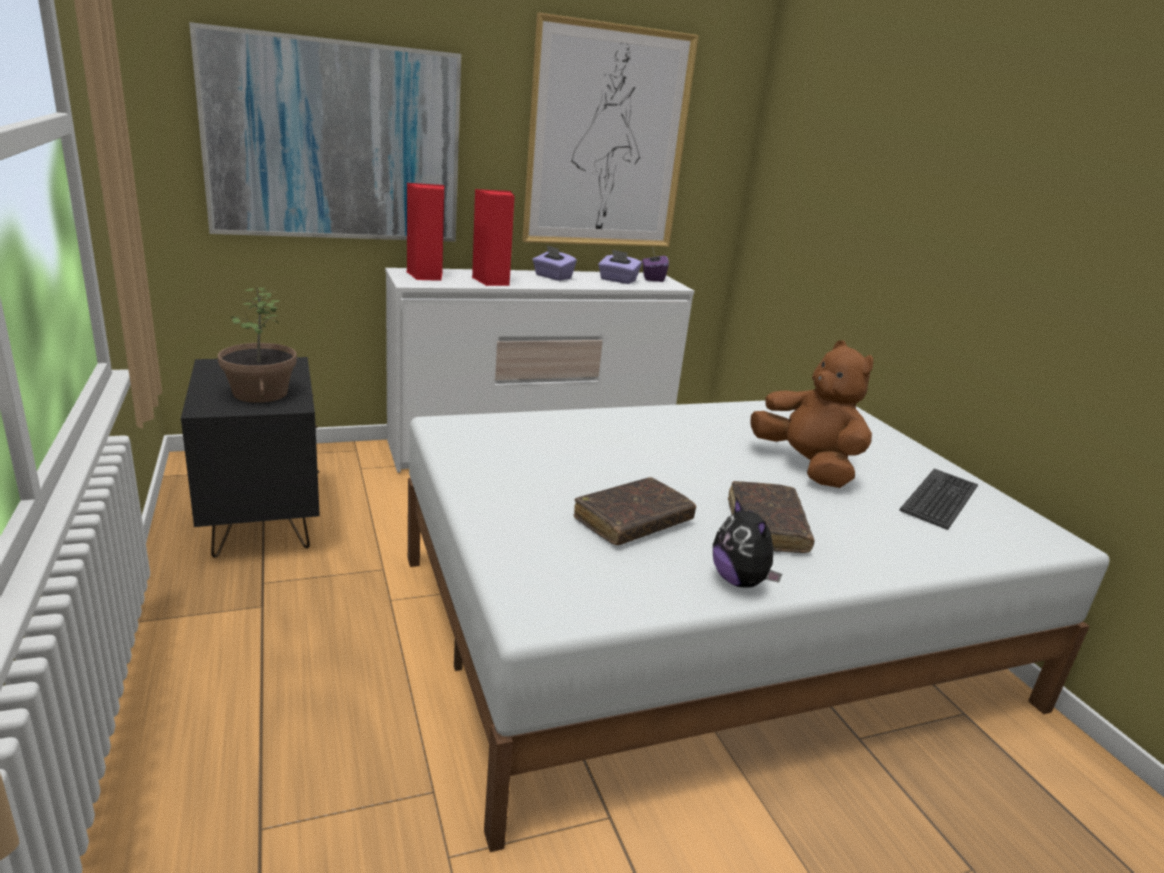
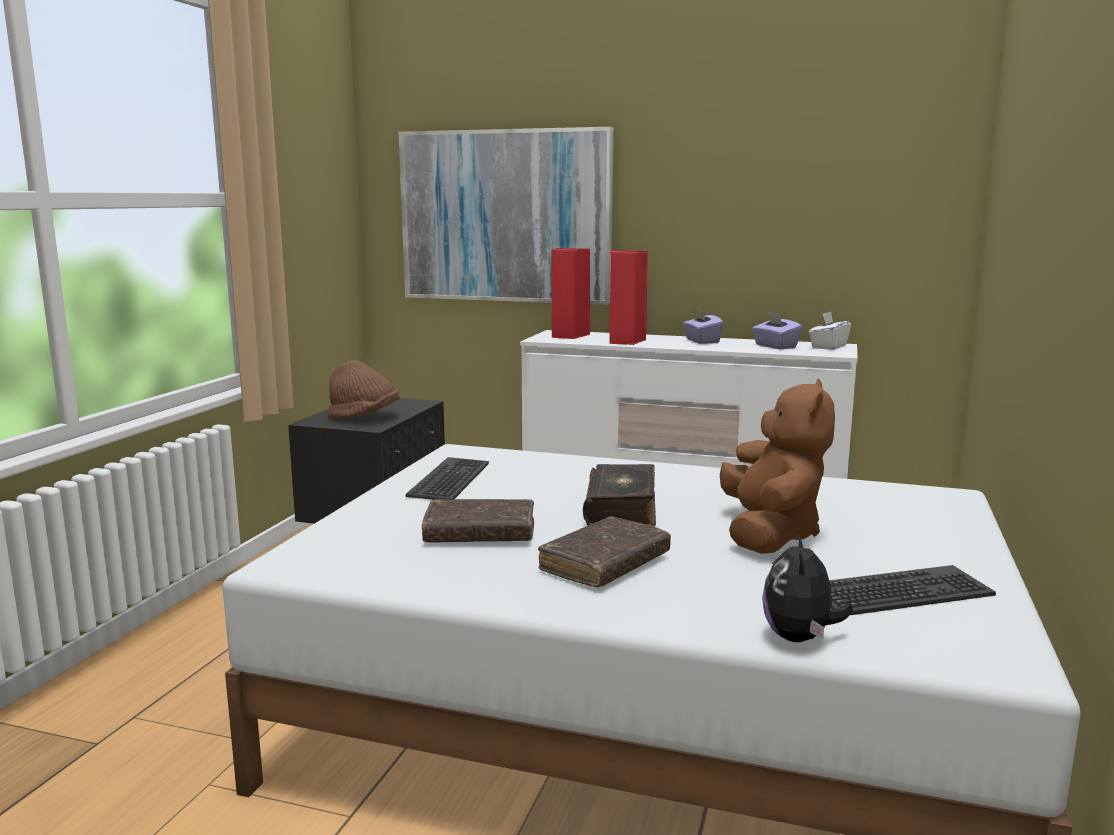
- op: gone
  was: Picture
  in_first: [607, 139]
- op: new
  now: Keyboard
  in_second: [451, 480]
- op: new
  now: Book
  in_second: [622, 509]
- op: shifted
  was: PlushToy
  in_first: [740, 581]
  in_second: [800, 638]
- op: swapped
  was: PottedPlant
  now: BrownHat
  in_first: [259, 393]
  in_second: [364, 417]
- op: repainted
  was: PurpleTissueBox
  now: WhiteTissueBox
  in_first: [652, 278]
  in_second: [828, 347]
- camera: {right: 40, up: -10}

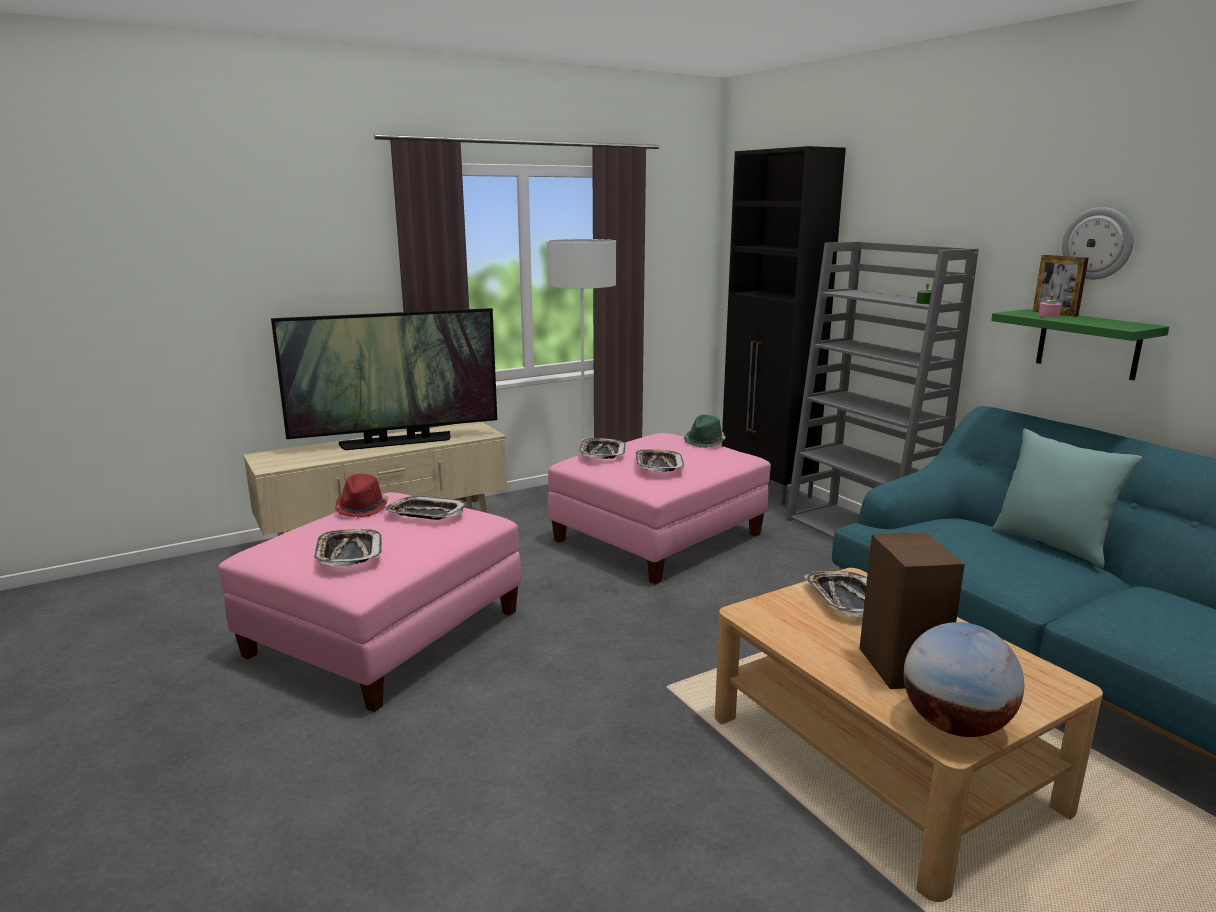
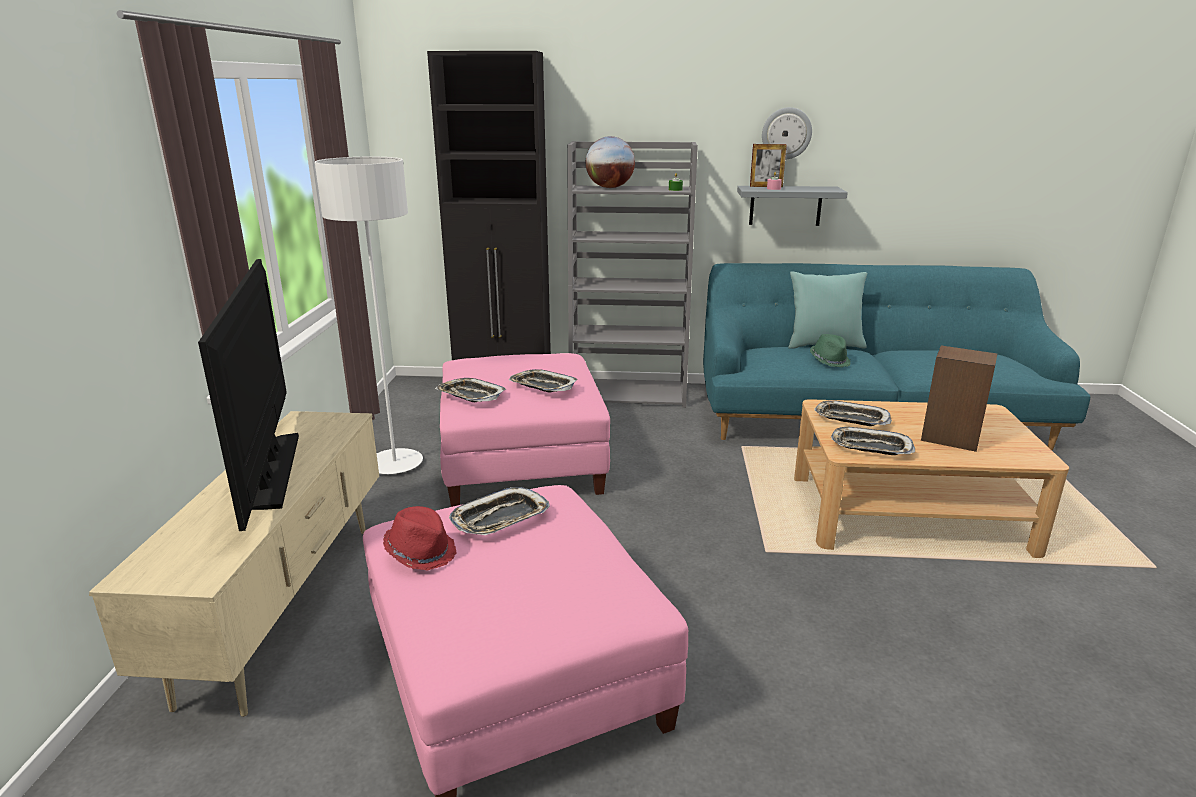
- op: shifted
  was: Tray
  in_first: [348, 553]
  in_second: [870, 447]
- op: shifted
  was: GreenHat
  in_first: [705, 441]
  in_second: [829, 360]
- op: shifted
  was: Globe
  in_first: [955, 725]
  in_second: [610, 187]
- op: repainted
  was: GreenShelf
  now: GreyShelf
  in_first: [1088, 344]
  in_second: [785, 205]
- op: rotated
  was: Television
  in_first: [396, 442]
  in_second: [274, 471]
  clockwise: 150
- camera: {right: -55, up: 5}

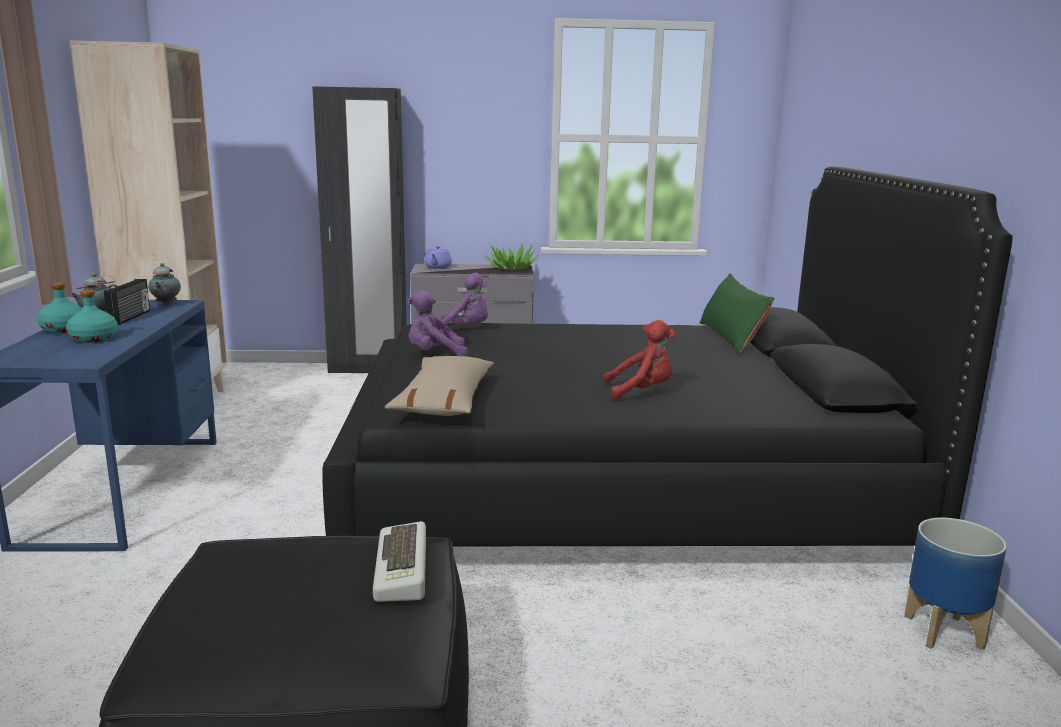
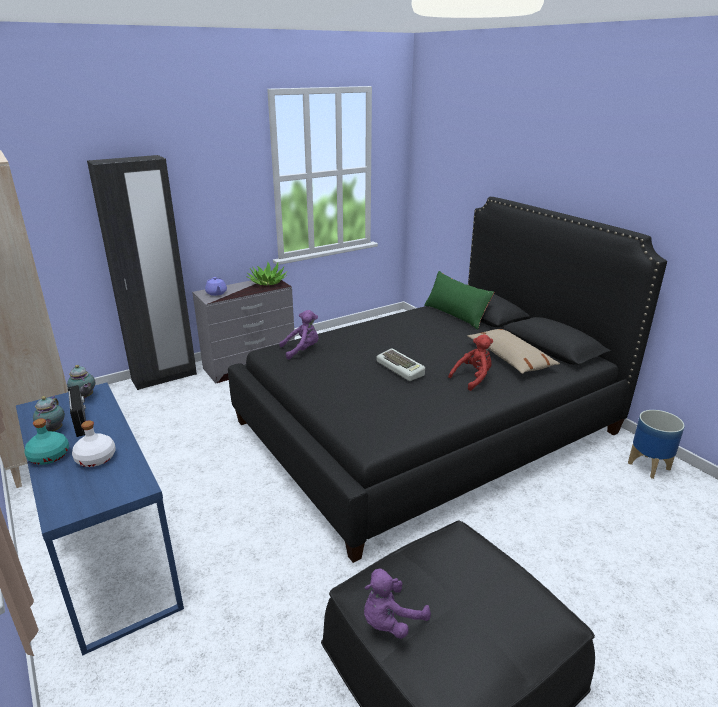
- op: shifted
  was: Keyboard
  in_first: [404, 570]
  in_second: [401, 368]
- op: shifted
  was: BeigePillow
  in_first: [444, 401]
  in_second: [510, 358]
- op: shifted
  was: PurplePlushToy
  in_first: [434, 355]
  in_second: [390, 621]
- op: repainted
  was: TurquoiseBottle
  now: WhiteBottle
  in_first: [93, 338]
  in_second: [95, 459]
- camera: {right: -30, up: 10}

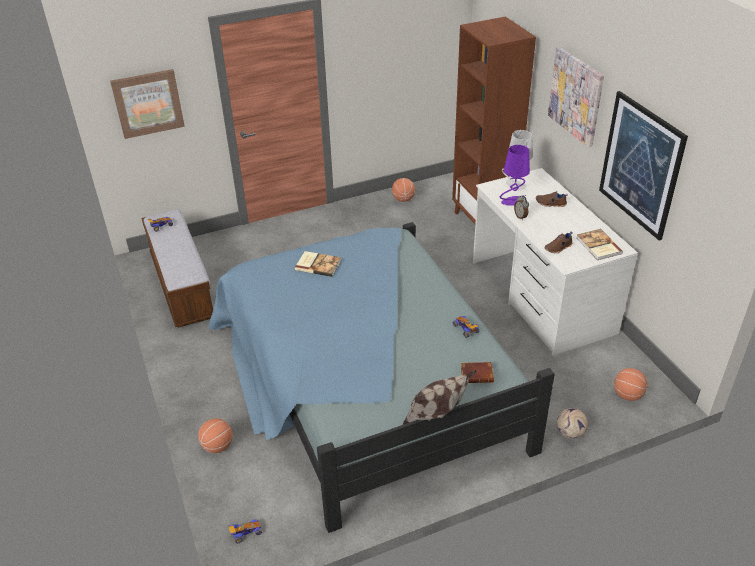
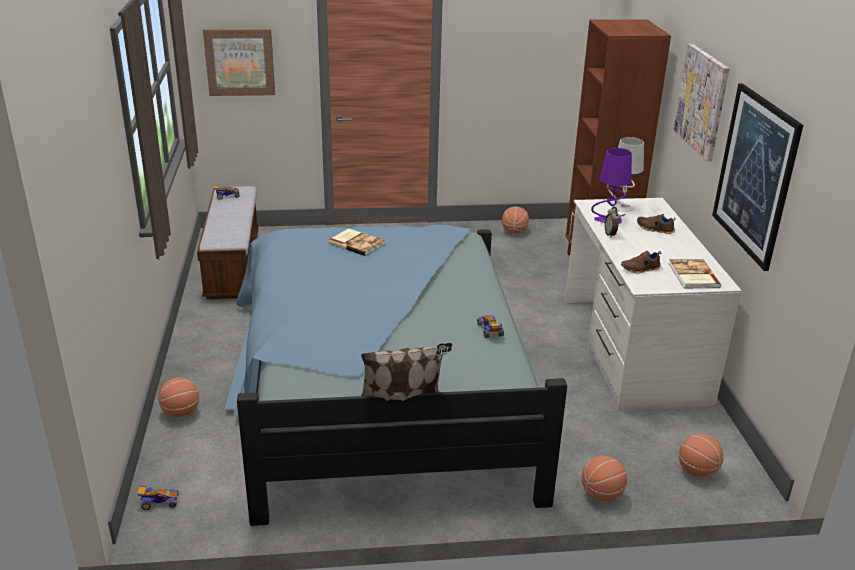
- op: gone
  was: BrownBook
  in_first: [477, 374]
- op: swapped
  was: Football
  now: Basketball
  in_first: [570, 433]
  in_second: [601, 494]
- camera: {right: 15, up: -10}

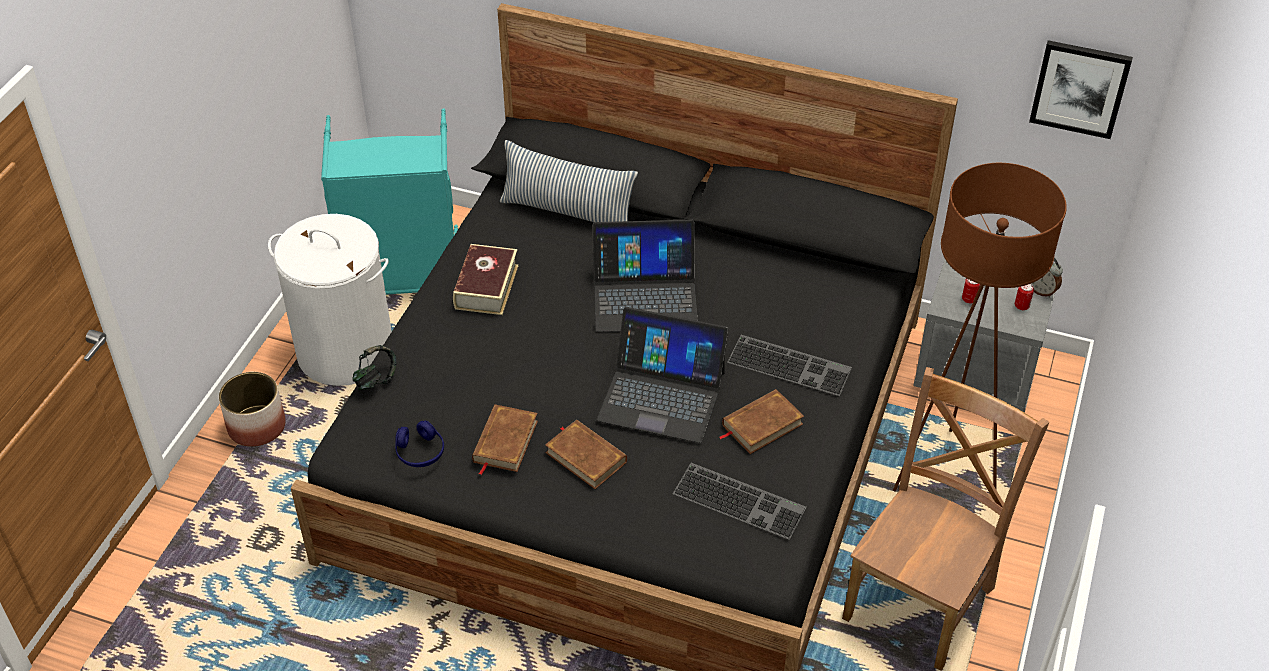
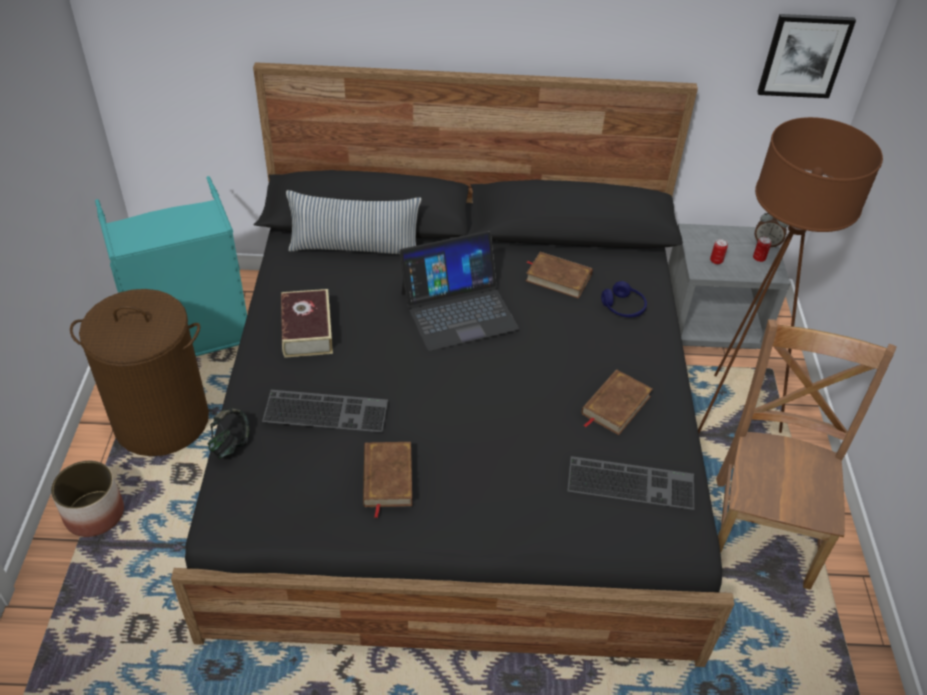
- op: gone
  was: Laptop
  in_first: [662, 395]
- op: shifted
  was: BlueHeadphones
  in_first: [420, 452]
  in_second: [623, 307]
- op: shifted
  was: BrownBook
  in_first: [586, 457]
  in_second: [558, 278]
- op: shifted
  was: Keyboard
  in_first: [791, 364]
  in_second: [327, 409]
- op: repainted
  was: WhiteLaundryBasket
  now: BrownLaundryBasket
  in_first: [346, 351]
  in_second: [162, 420]
- camera: {right: -20, up: 0}

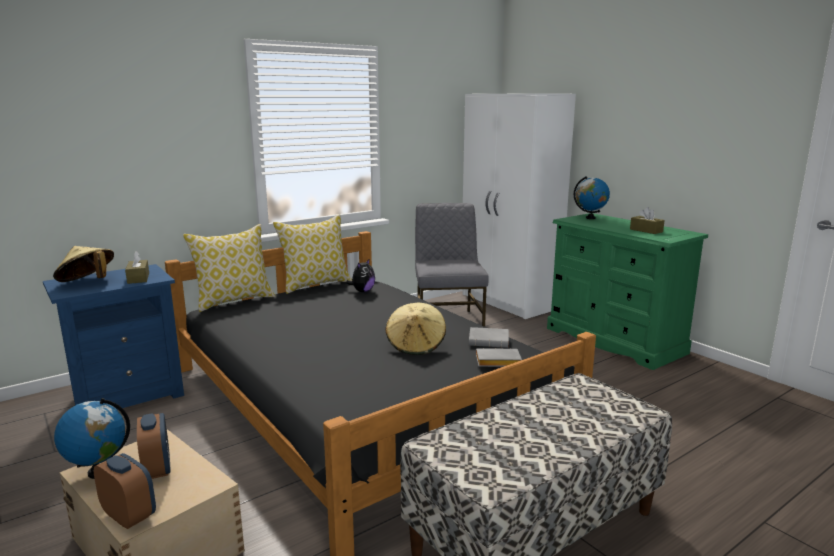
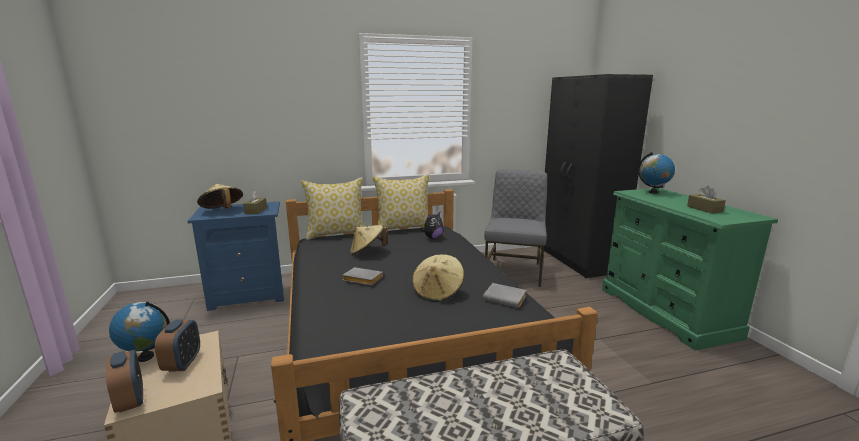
- op: new
  now: BeigeHat
  in_second: [367, 252]
- op: shifted
  was: GreyBook
  in_first: [496, 362]
  in_second: [361, 280]
- op: repainted
  was: WhiteWardrobe
  now: BlackWardrobe
  in_first: [509, 302]
  in_second: [578, 260]
- camera: {right: 20, up: 0}

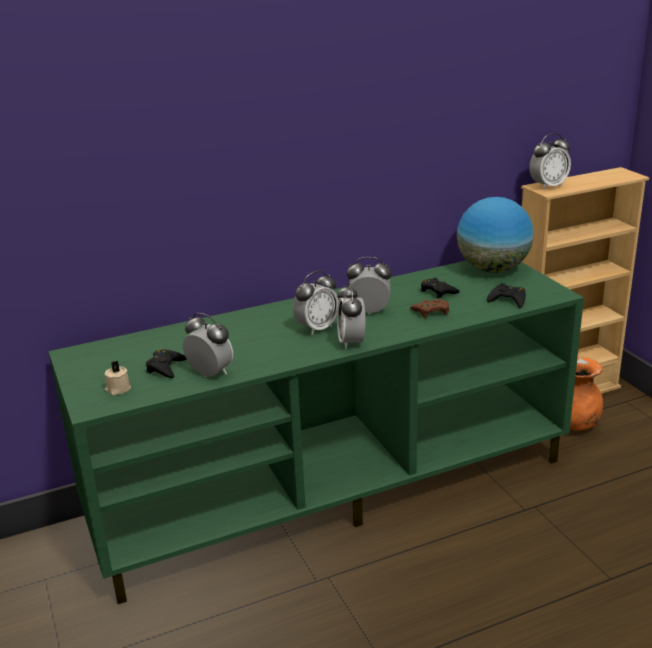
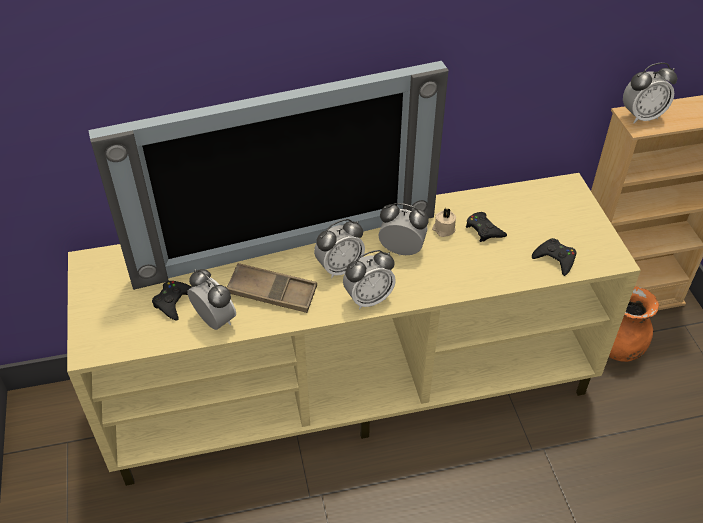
- op: gone
  was: BrownGameController
  in_first: [431, 312]
- op: gone
  was: Globe
  in_first: [492, 269]
- op: new
  now: Television
  in_second: [284, 238]
- op: new
  now: BrownTray
  in_second: [272, 292]
- op: shifted
  was: BeigeCandle
  in_first: [117, 389]
  in_second: [443, 229]
- op: repainted
  was: GreenTvStand
  now: BeigeTvStand
  in_first: [333, 489]
  in_second: [352, 387]
- op: rotated
  was: AlarmClock
  in_first: [351, 342]
  in_second: [368, 299]
  clockwise: -120
- camera: {right: 10, up: 20}

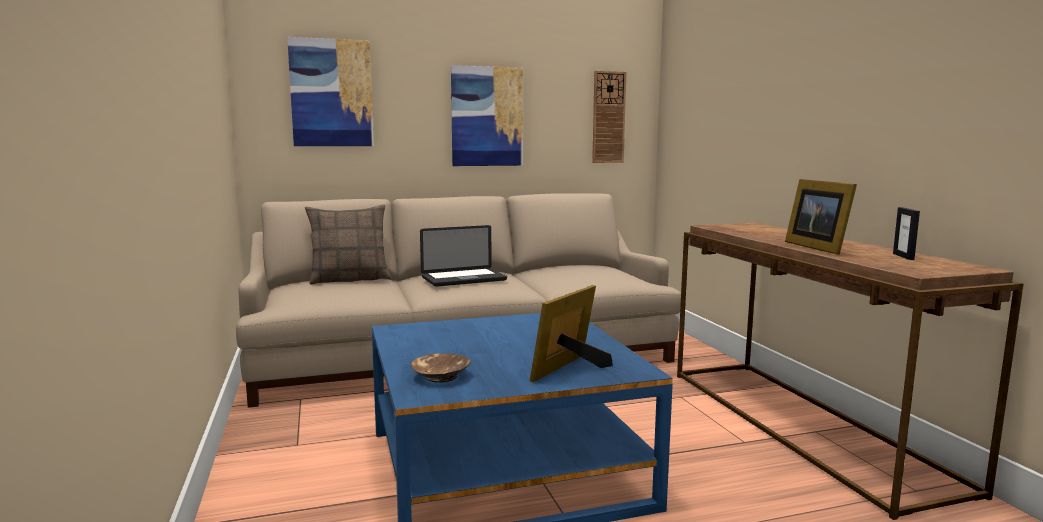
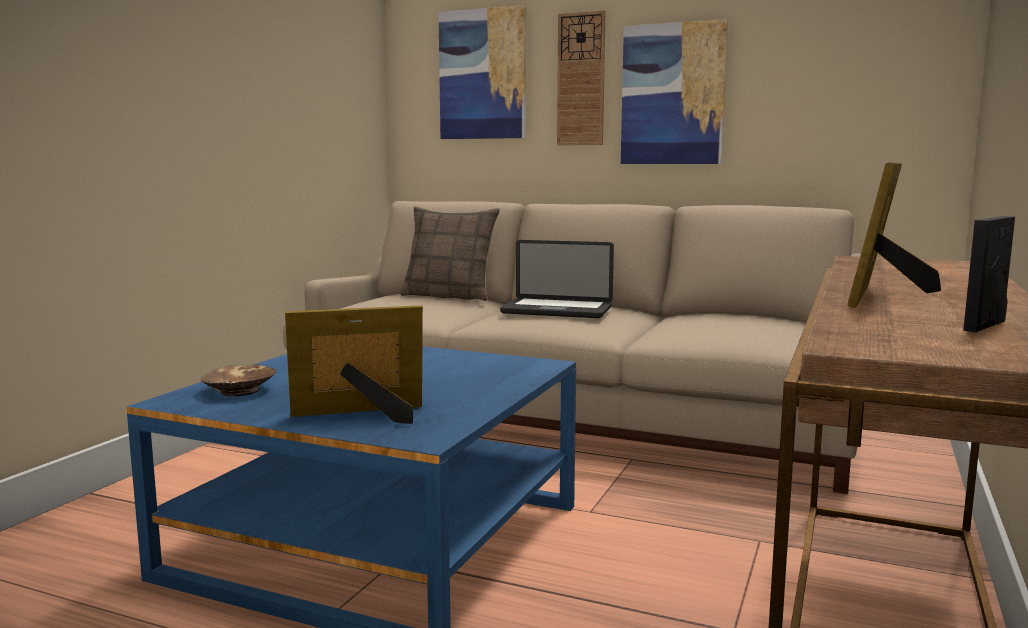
- op: shifted
  was: WallClock
  in_first: [608, 117]
  in_second: [581, 79]
- camera: {right: 40, up: 0}

